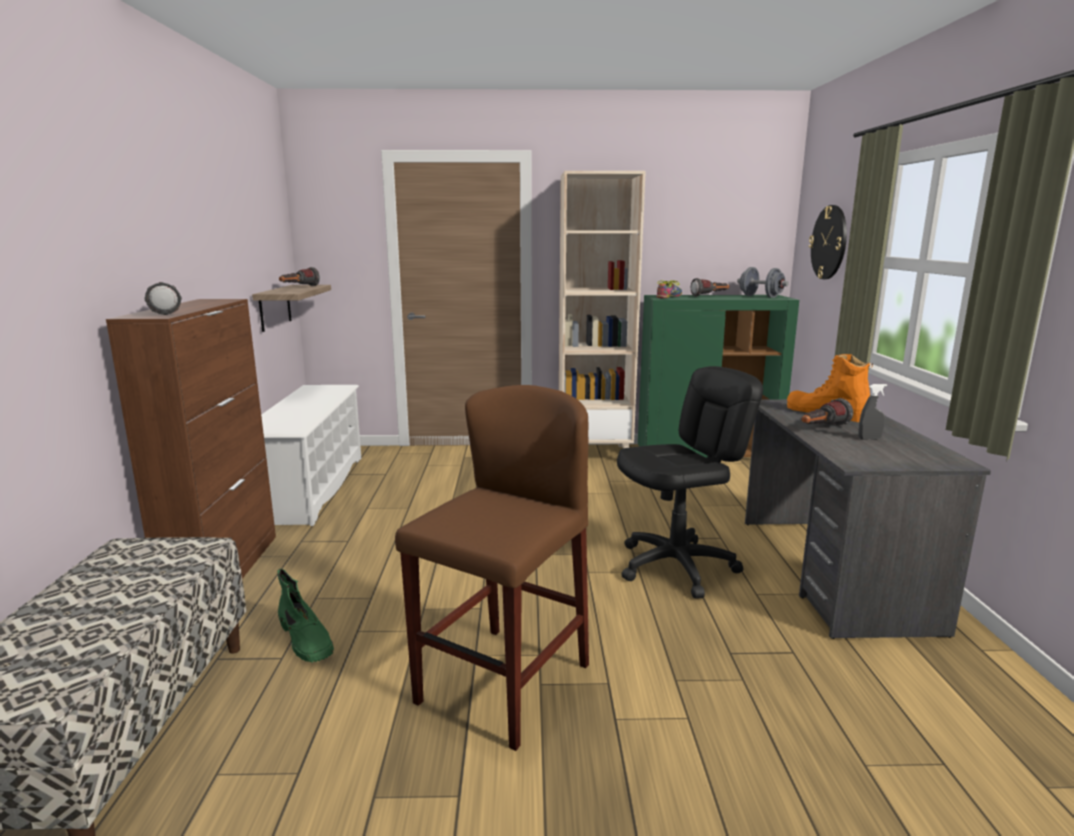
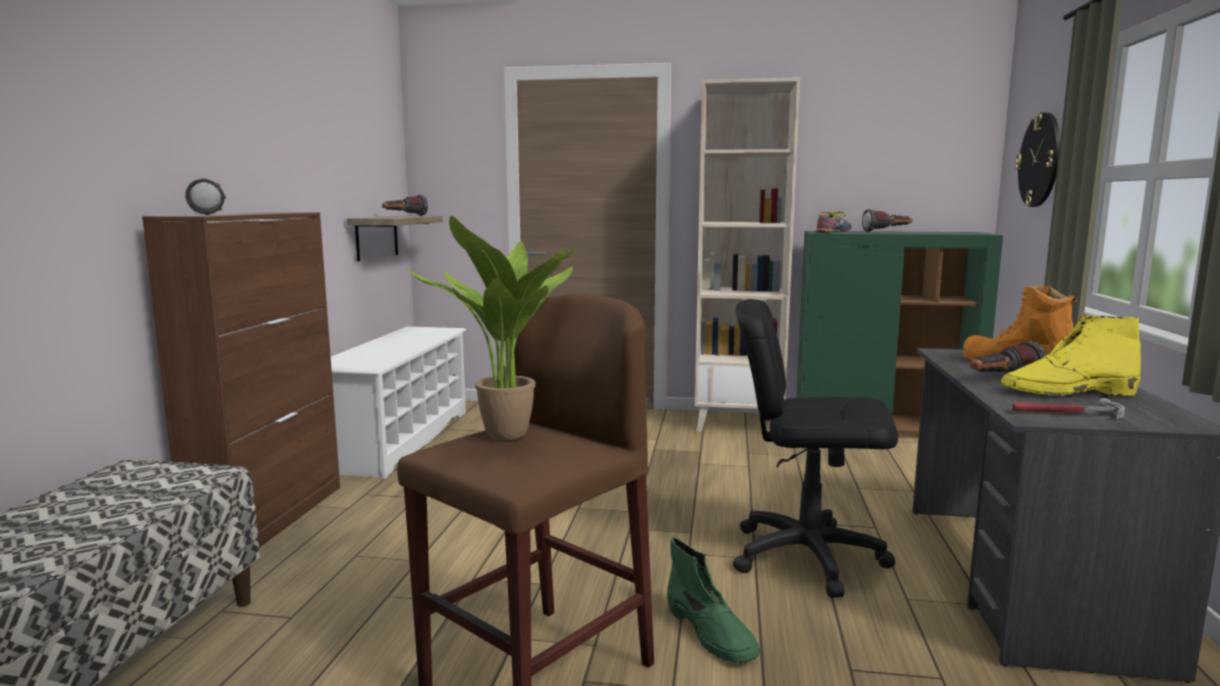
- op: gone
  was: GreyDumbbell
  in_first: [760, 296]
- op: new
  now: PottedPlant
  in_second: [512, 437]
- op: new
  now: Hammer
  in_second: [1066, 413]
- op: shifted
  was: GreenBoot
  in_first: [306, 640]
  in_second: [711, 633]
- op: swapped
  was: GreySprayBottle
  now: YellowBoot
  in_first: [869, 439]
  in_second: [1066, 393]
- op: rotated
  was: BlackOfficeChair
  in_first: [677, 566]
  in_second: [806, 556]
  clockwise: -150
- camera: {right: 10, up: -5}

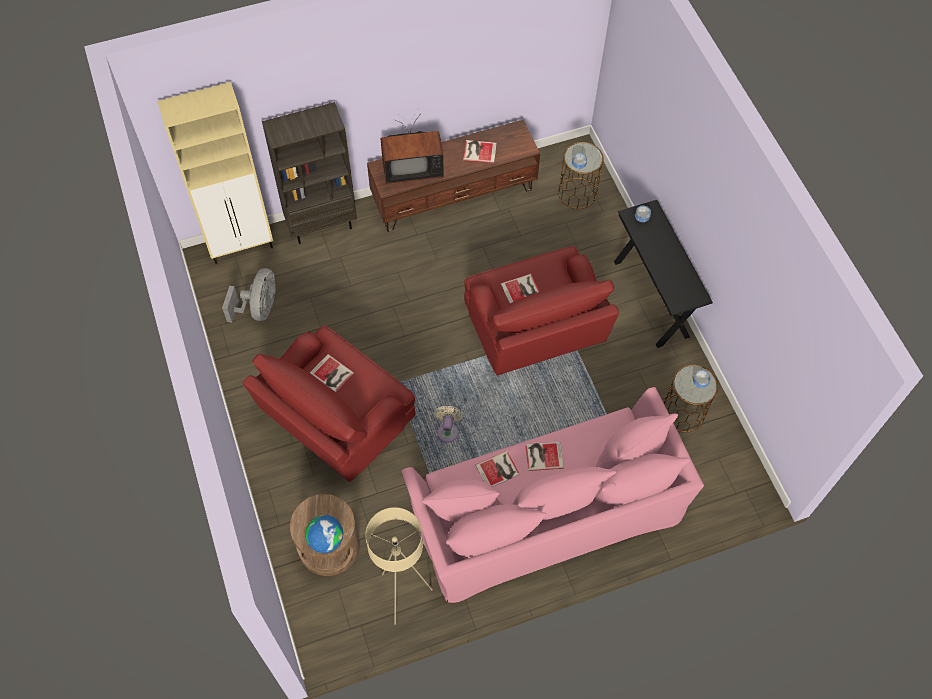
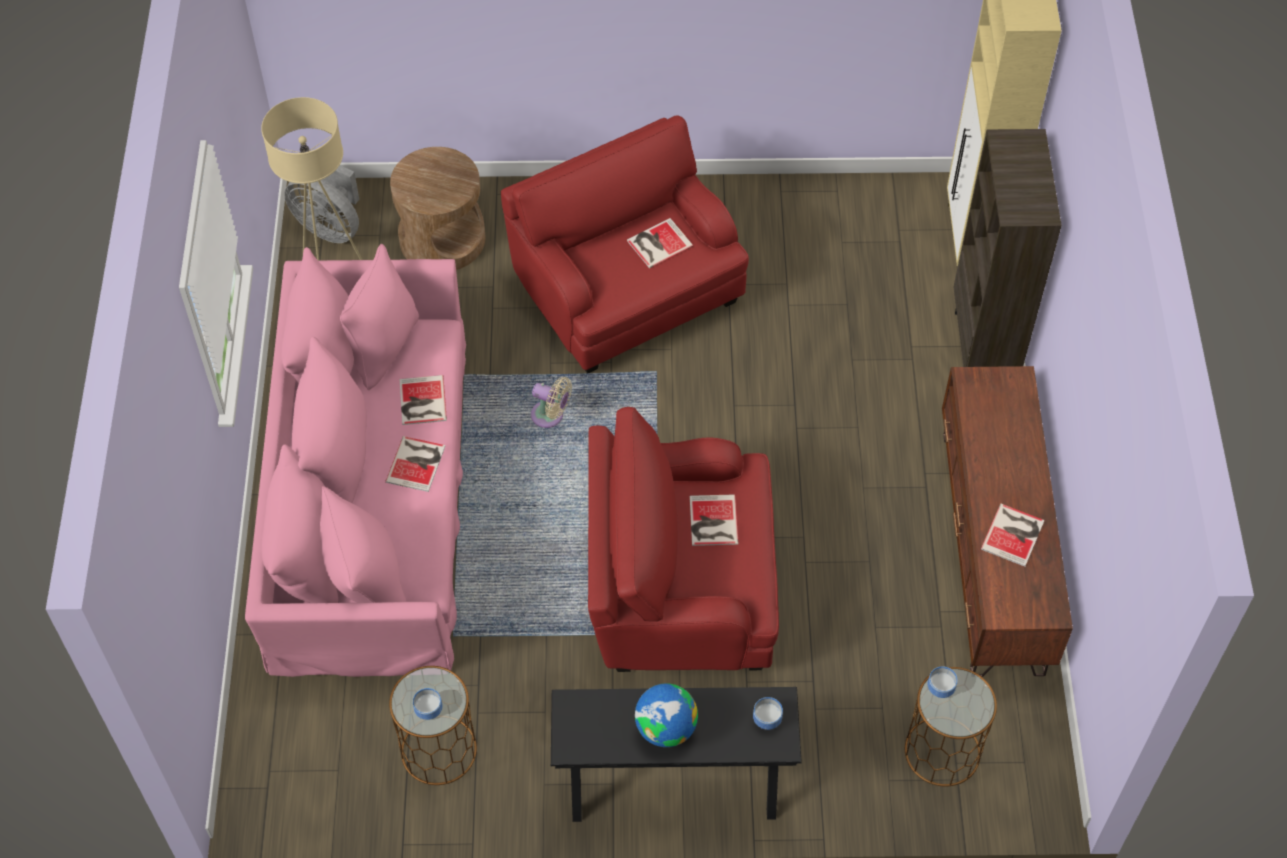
- op: gone
  was: Television
  in_first: [411, 168]
- op: shifted
  was: GreyFan
  in_first: [259, 308]
  in_second: [330, 226]
- op: shifted
  was: Globe
  in_first: [326, 540]
  in_second: [665, 728]
- camera: {right: 110, up: -5}

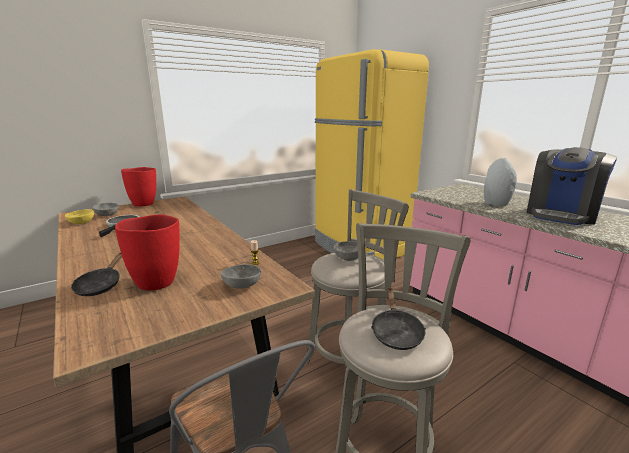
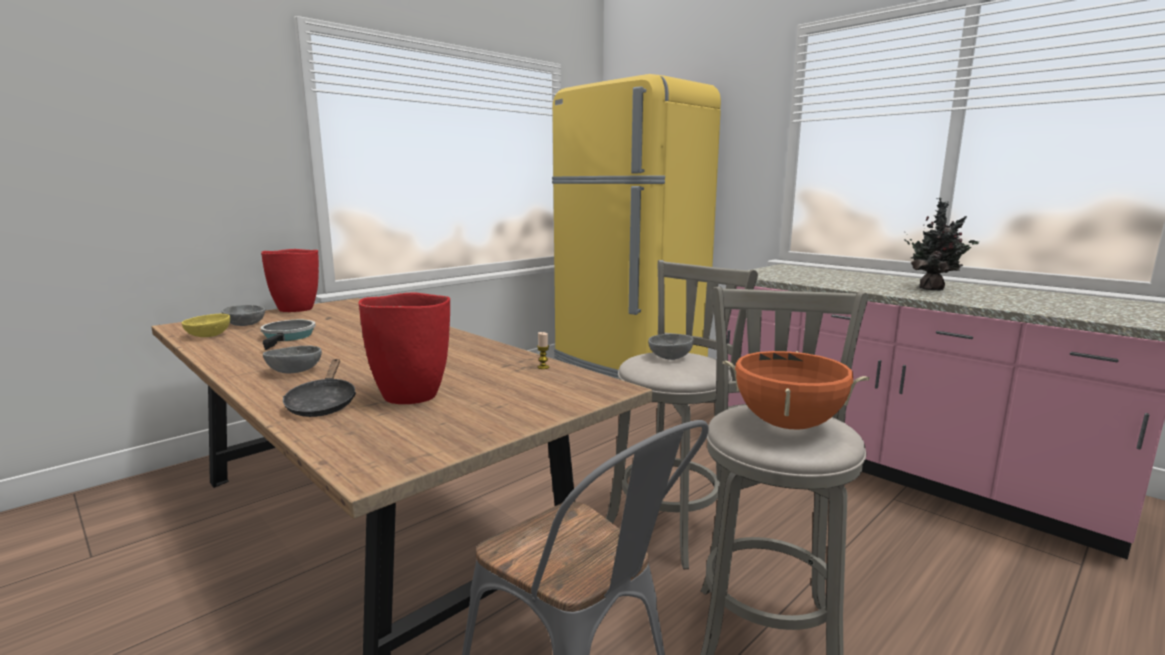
- op: gone
  was: GreyVase
  in_first: [496, 203]
- op: shifted
  was: GreyBowl
  in_first: [241, 285]
  in_second: [294, 371]
- op: swapped
  was: BlackFryingPan
  now: OrangeCookingPot
  in_first: [396, 332]
  in_second: [787, 425]
- op: swapped
  was: CoffeeMachine
  now: PottedPlant
  in_first: [561, 215]
  in_second: [933, 289]
- camera: {right: -10, up: -5}

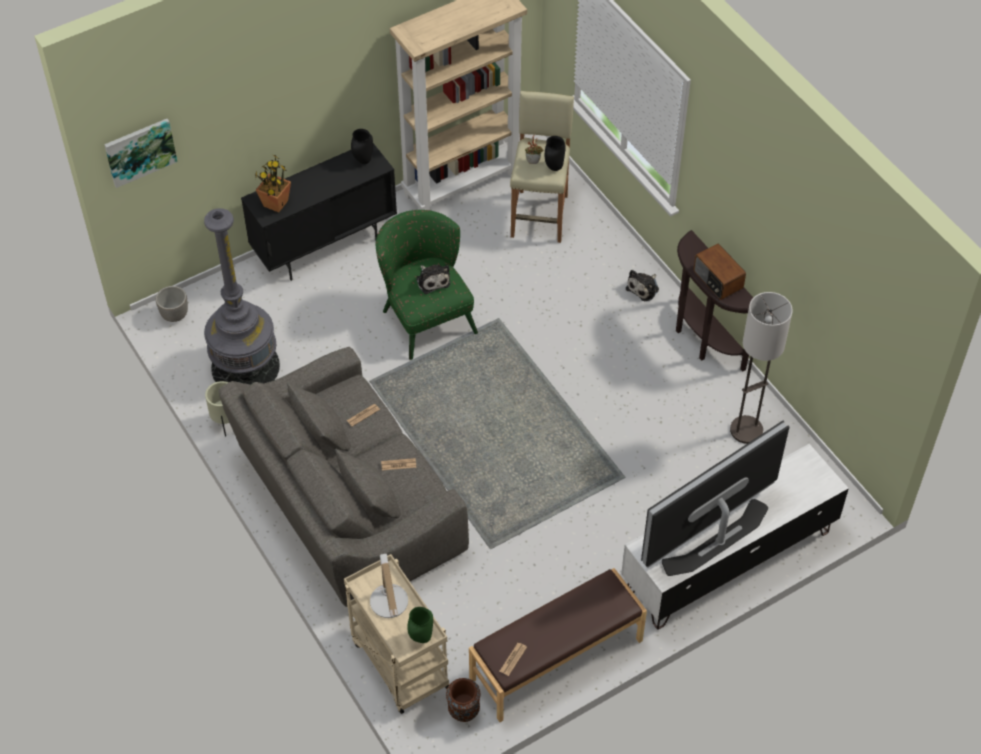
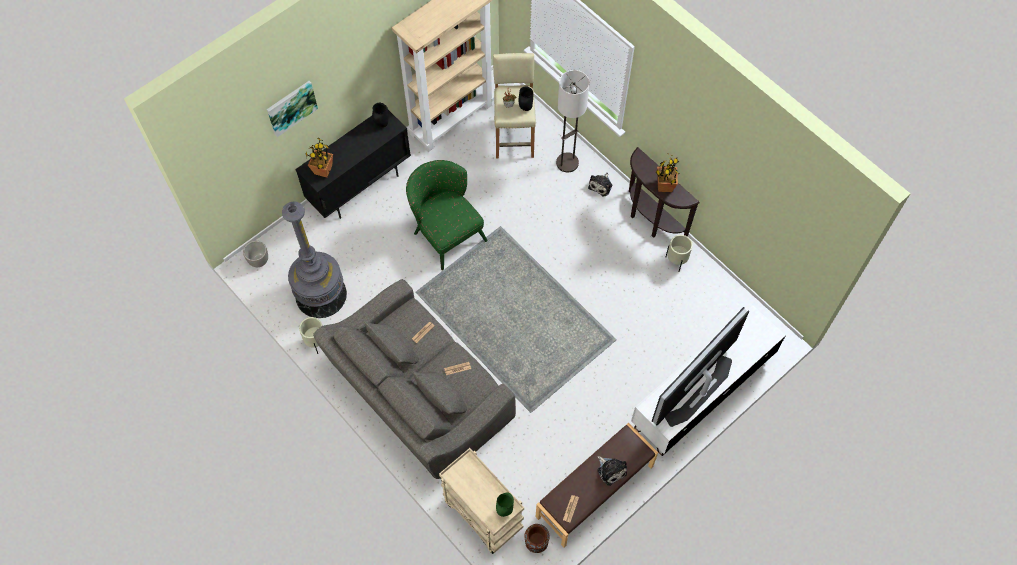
- op: gone
  was: TableLamp
  in_first: [389, 606]
- op: new
  now: BeigePlanter
  in_second: [676, 262]
- op: shifted
  was: Picture
  in_first: [140, 151]
  in_second: [291, 107]
- op: shifted
  was: PlushToy
  in_first: [432, 280]
  in_second: [611, 470]
- op: shifted
  was: FloorLamp
  in_first: [746, 430]
  in_second: [567, 162]
- op: swapped
  was: Radio
  now: PottedPlant
  in_first: [717, 280]
  in_second: [664, 186]
- camera: {right: -10, up: 10}

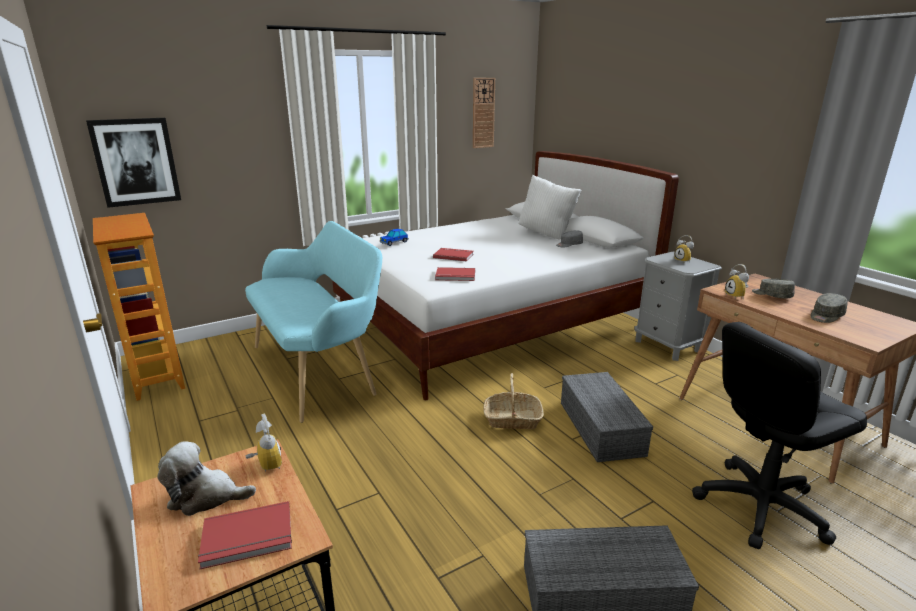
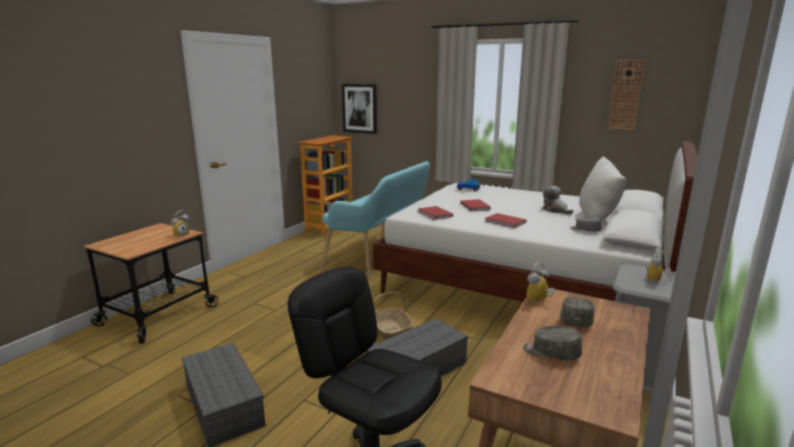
- op: shifted
  was: PlushToy
  in_first: [206, 496]
  in_second: [556, 210]
- op: shifted
  was: RedBook
  in_first: [248, 538]
  in_second: [505, 222]
- camera: {right: 60, up: -5}

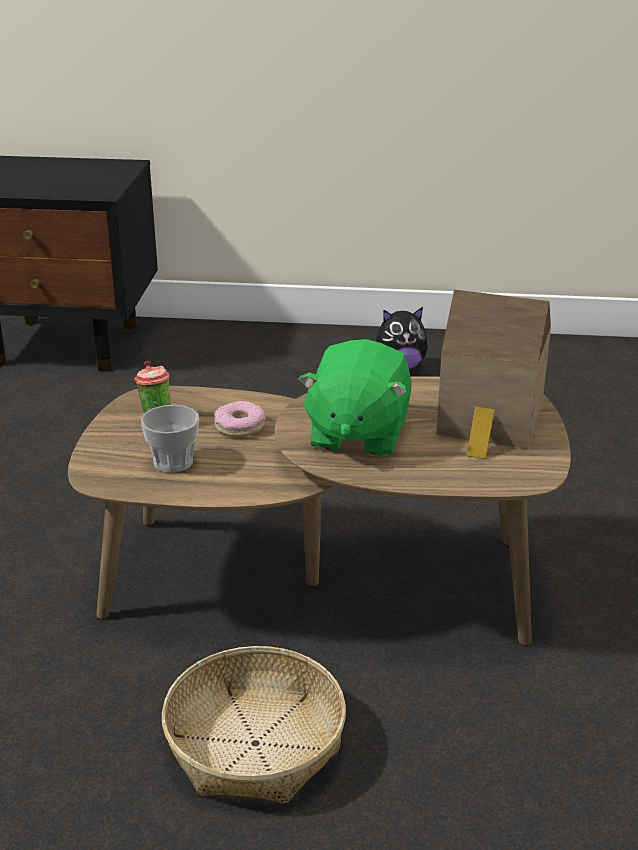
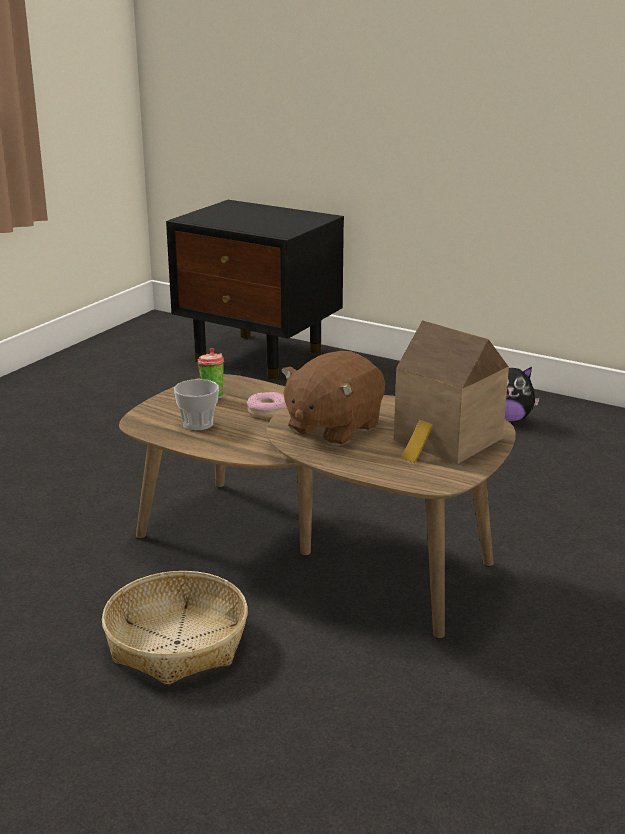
- op: repainted
  was: GreenPlushToy
  now: BrownPlushToy
  in_first: [357, 434]
  in_second: [332, 428]
- camera: {right: 25, up: -5}

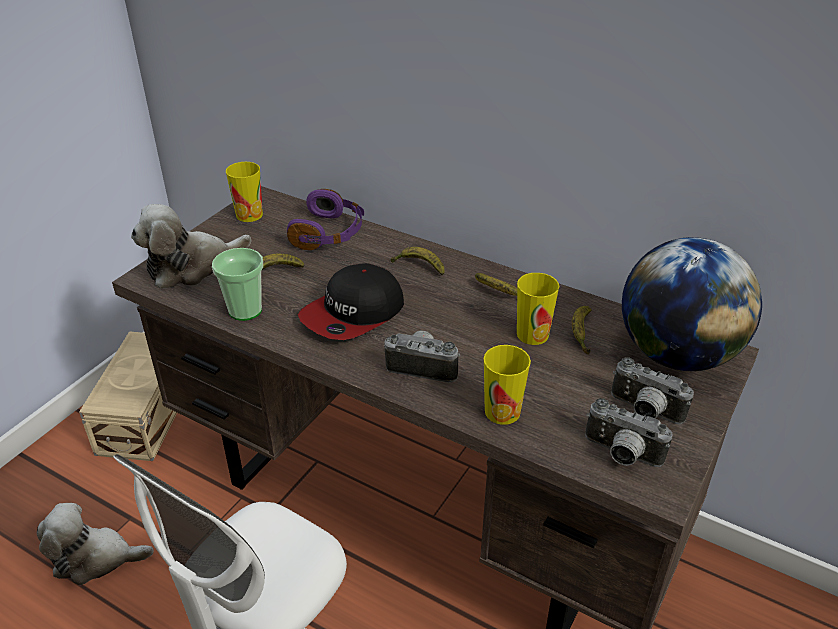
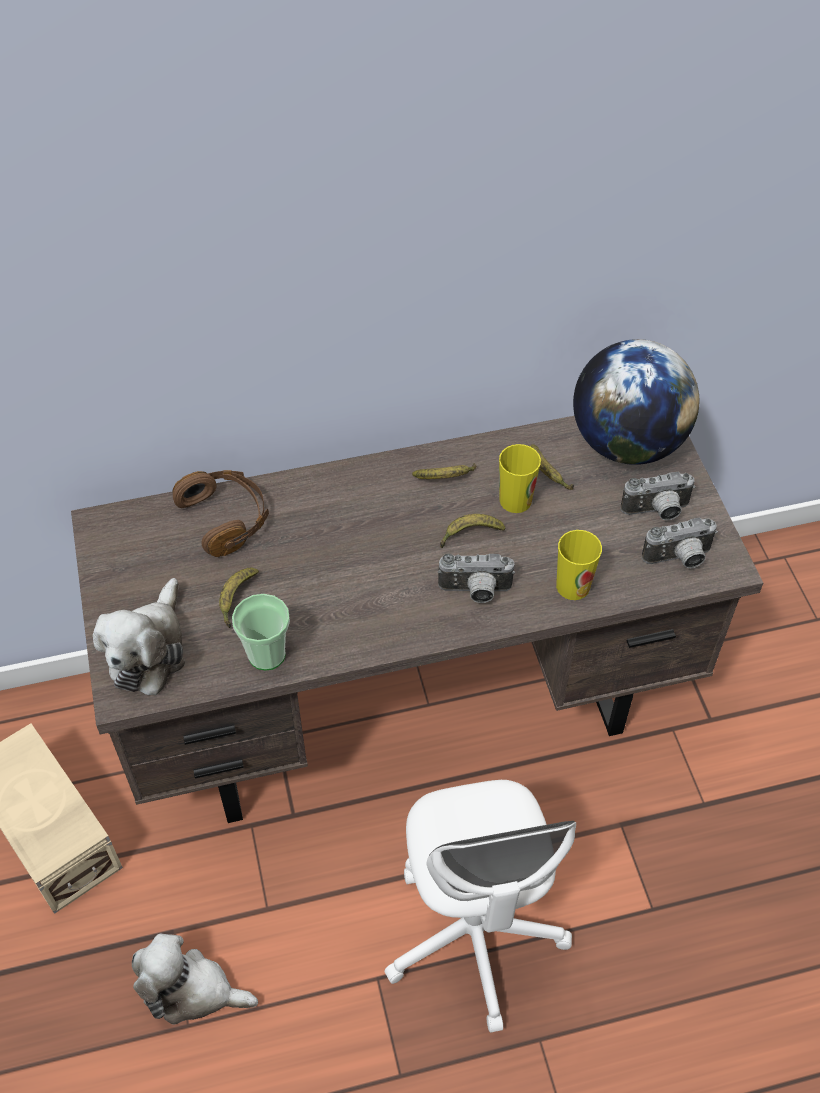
- op: gone
  was: Cup
  in_first: [249, 215]
- op: gone
  was: Cap
  in_first: [353, 313]
- op: shifted
  was: Banana
  in_first: [419, 266]
  in_second: [469, 534]
- op: repainted
  was: PurpleHeadphones
  now: BrownHeadphones
  in_first: [329, 234]
  in_second: [226, 519]
- op: rotated
  was: PlushToy
  in_first: [95, 558]
  in_second: [191, 989]
  clockwise: 60
- op: rotated
  was: PhotoCamera
  in_first: [423, 366]
  in_second: [475, 592]
  clockwise: -150
- camera: {right: -45, up: 15}

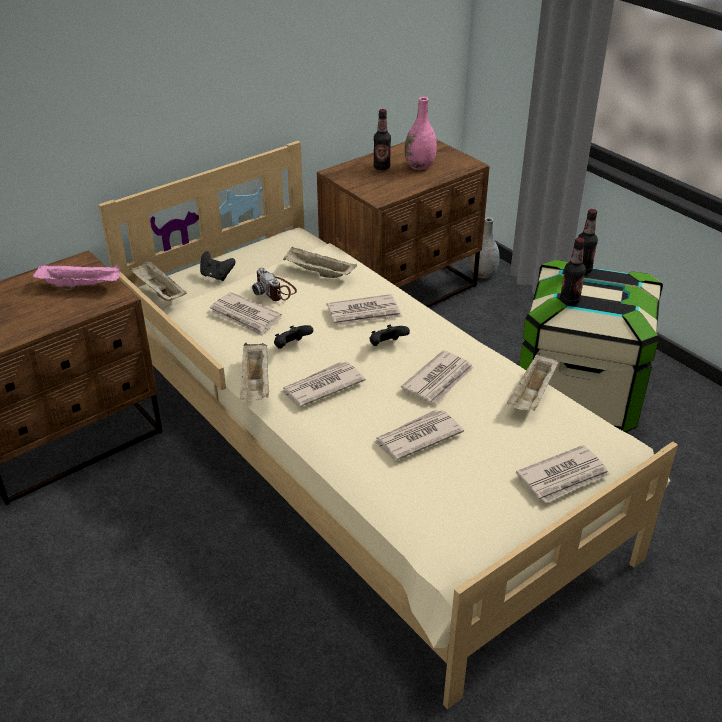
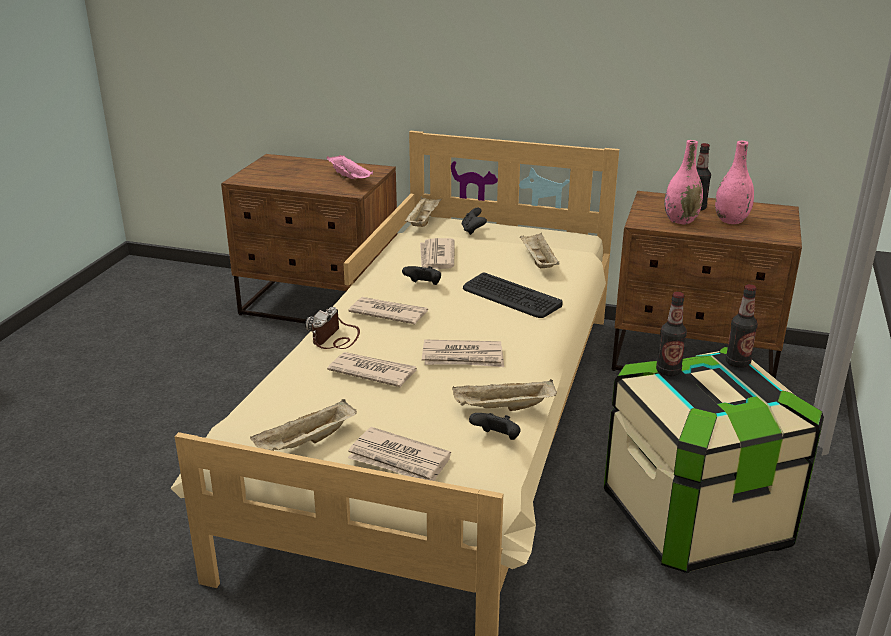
- op: gone
  was: GreyVase
  in_first: [483, 274]
- op: new
  now: PinkVase
  in_second: [680, 220]
- op: shifted
  was: BeigeTray
  in_first: [256, 384]
  in_second: [306, 443]
- op: shifted
  was: PhotoCamera
  in_first: [275, 290]
  in_second: [335, 338]
- op: shifted
  was: BlackGameController
  in_first: [387, 345]
  in_second: [497, 439]
- op: swapped
  was: Newspaper
  now: Keyboard
  in_first: [365, 313]
  in_second: [511, 297]
- camera: {right: 55, up: -10}

